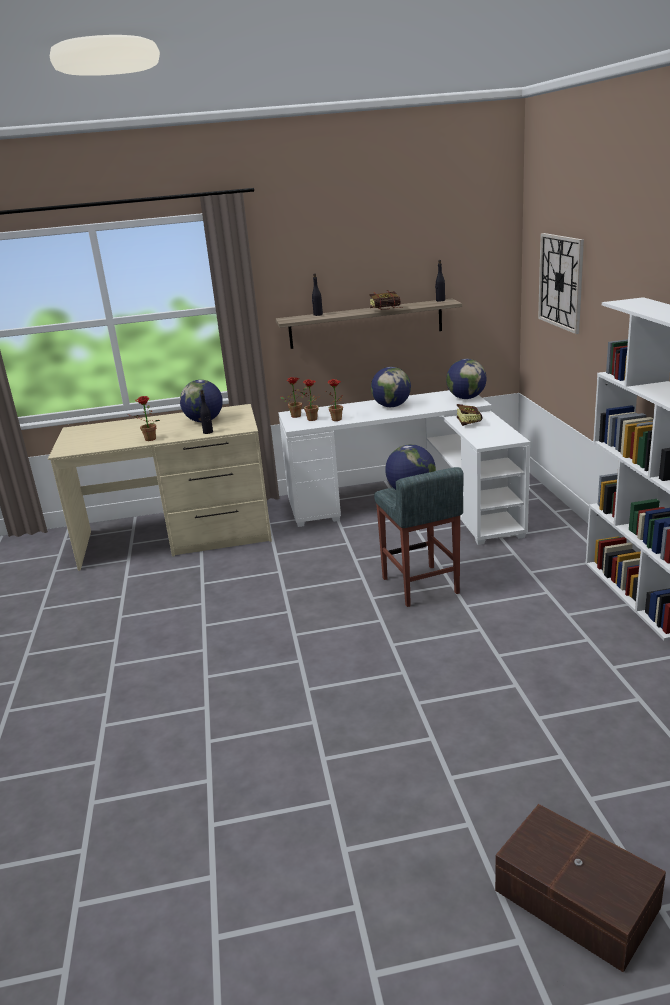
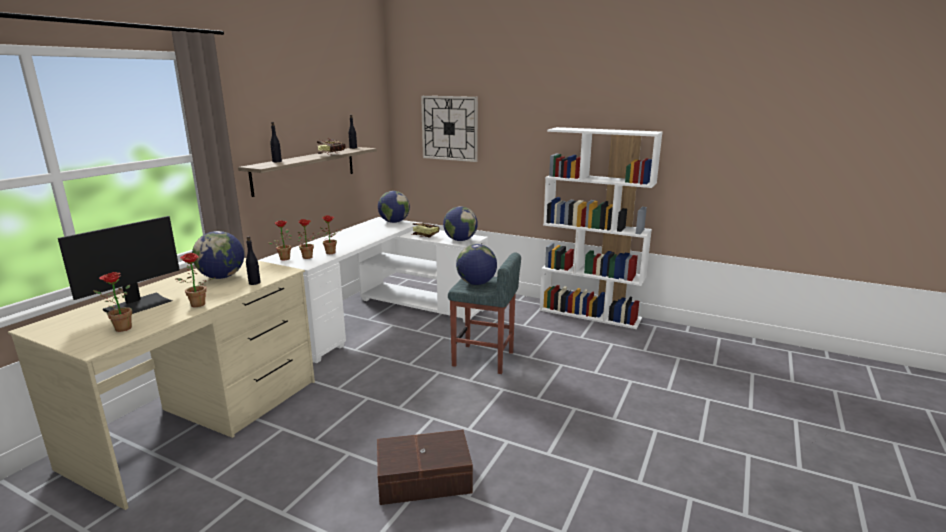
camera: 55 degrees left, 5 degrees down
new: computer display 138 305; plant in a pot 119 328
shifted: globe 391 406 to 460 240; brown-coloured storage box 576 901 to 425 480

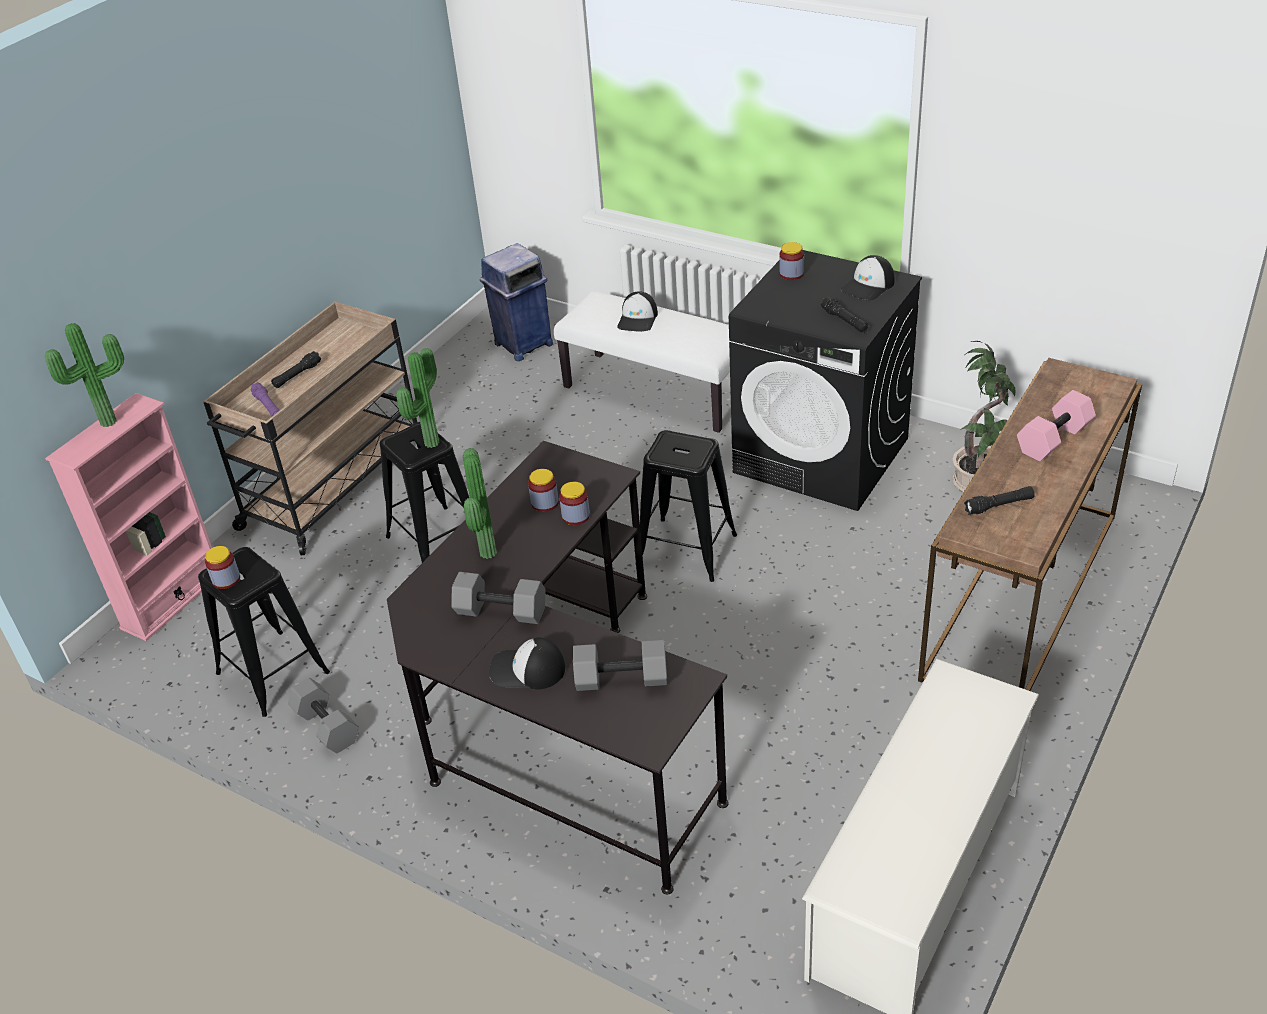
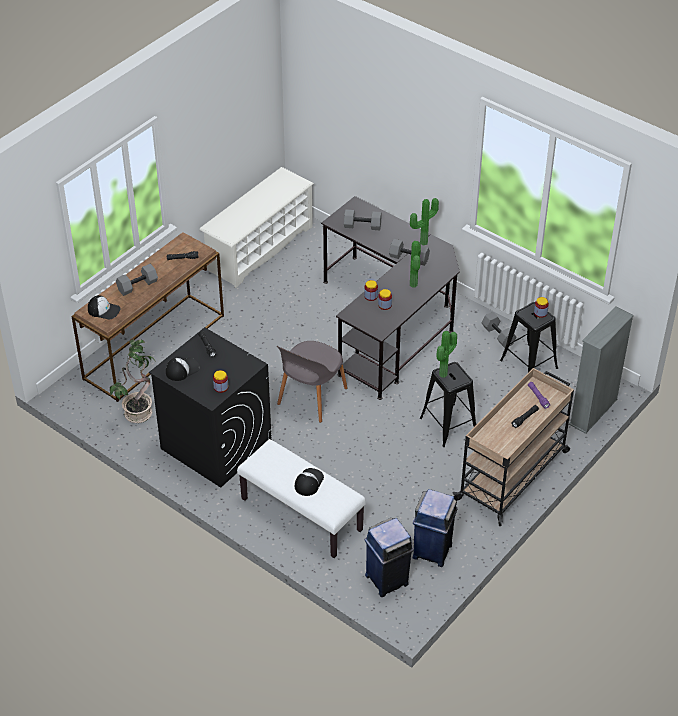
camera: 175 degrees left, 5 degrees up
new: blue trash can 432 550
shifted: plant in a pot 110 423 to 422 242; peaked cap 527 670 to 104 310
swapped: black-coloured sitting stool 686 549 to greyish upright chair 311 397
repainted: pink-coloured dumbbell 1054 440 to greyish dumbbell 137 285; pink-coloured bookshelf 172 600 to greyish bookshelf 593 412

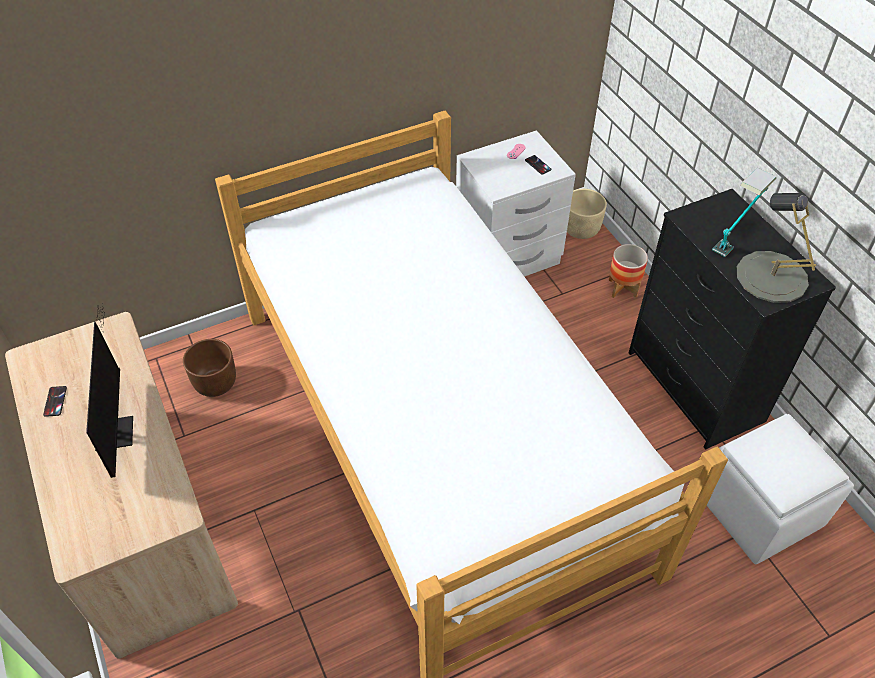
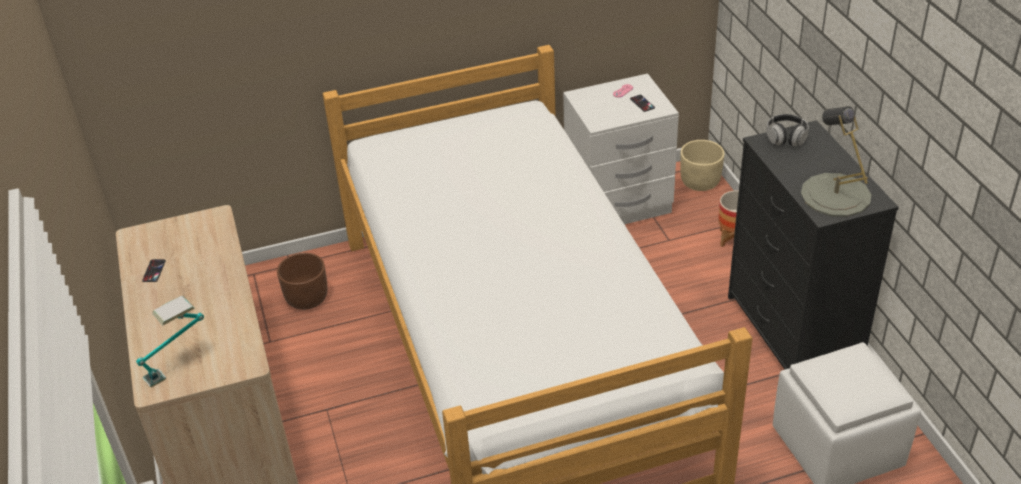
camera: 10 degrees right, 10 degrees down
gone: computer display 116 427
new: headphones 786 138
shifted: table lamp 735 236 to 179 366

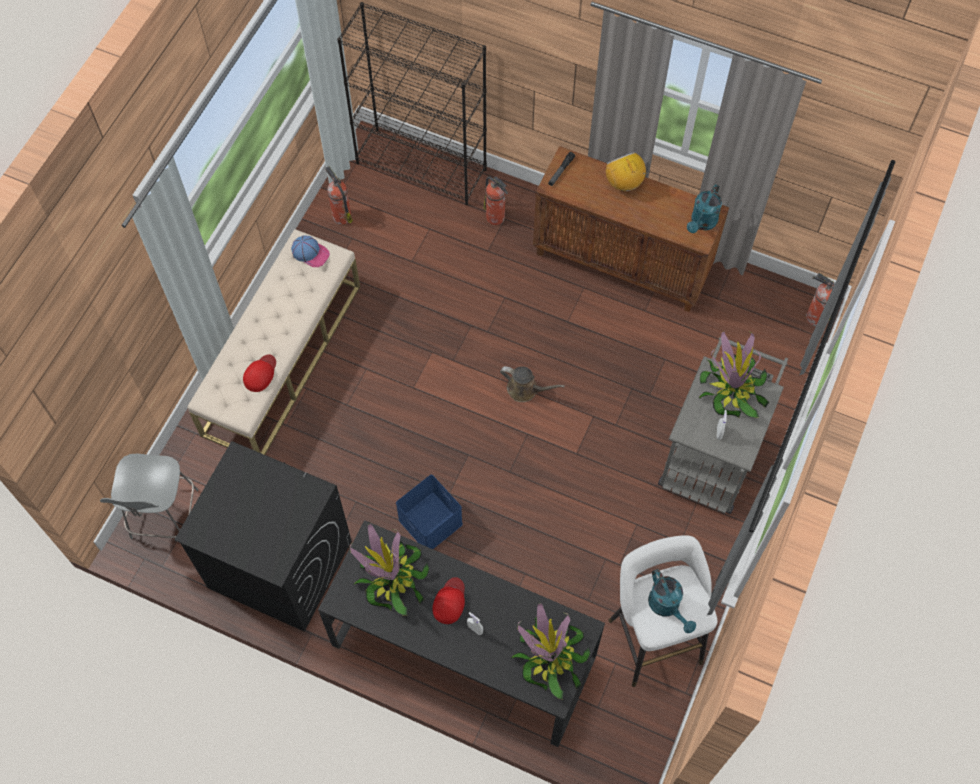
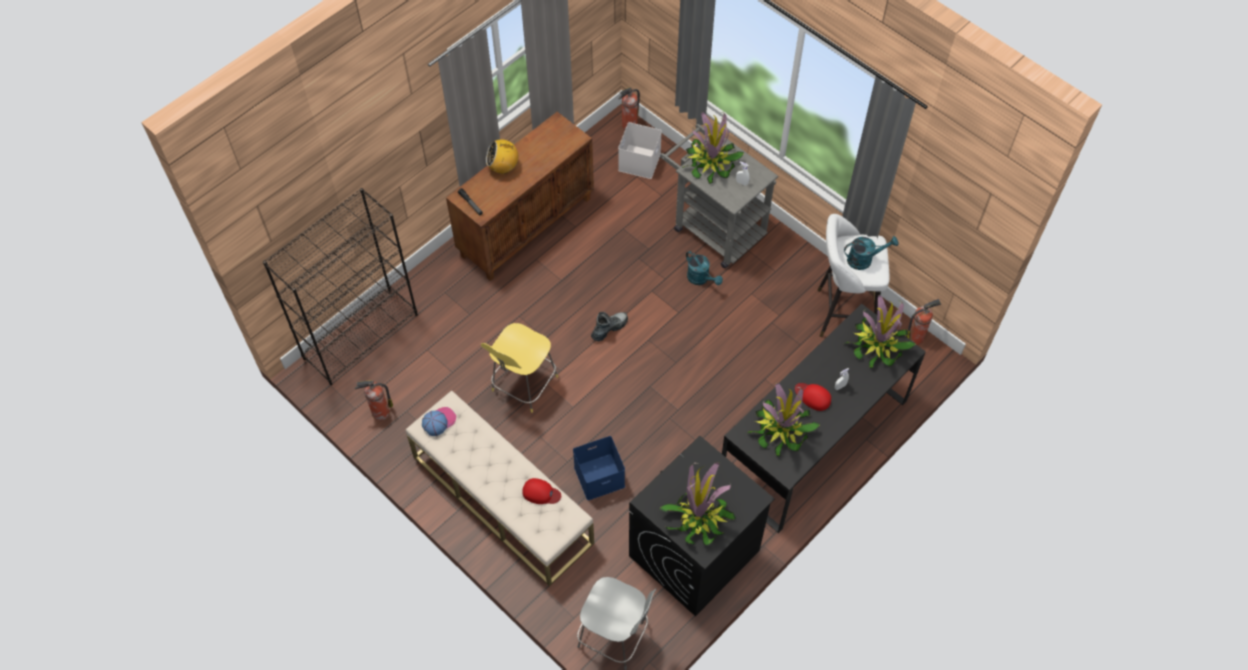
camera: 70 degrees left, 5 degrees down
new: whitish storage box 640 162; yellow-coloured sitting stool 523 385; plant in a pot 699 518
shifted: fire-fighting cylinder 496 218 to 916 337; turquoise-coloured watering can 702 223 to 701 279; blue storage box 429 522 to 598 478
swapped: brown-coloured watering can 525 389 to tall boot 609 328
rotated: red-coloured peaked cap 260 374 = 541 493 150 degrees clockwise

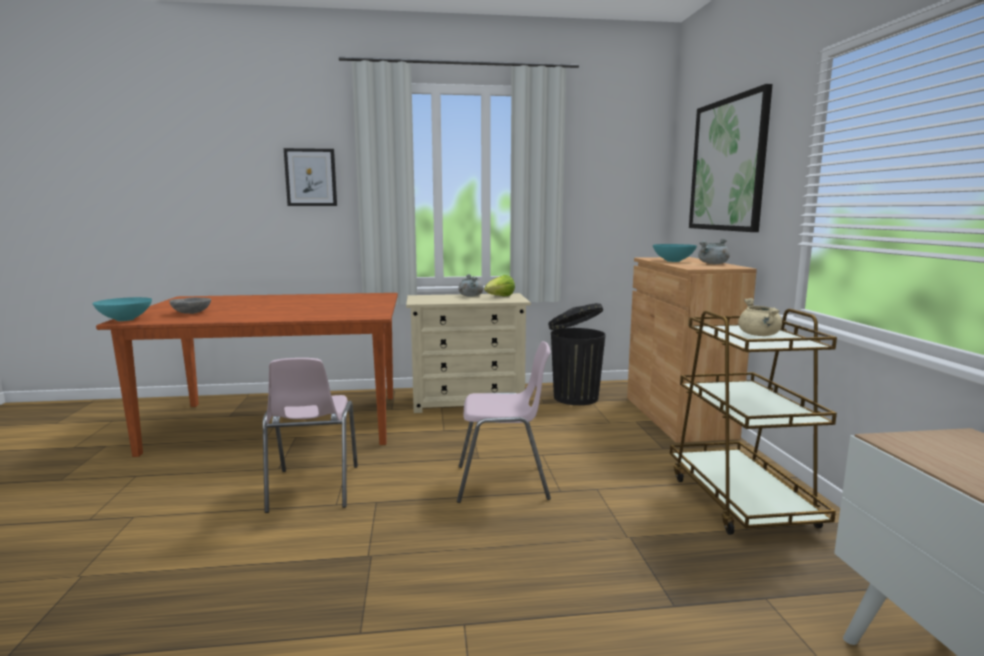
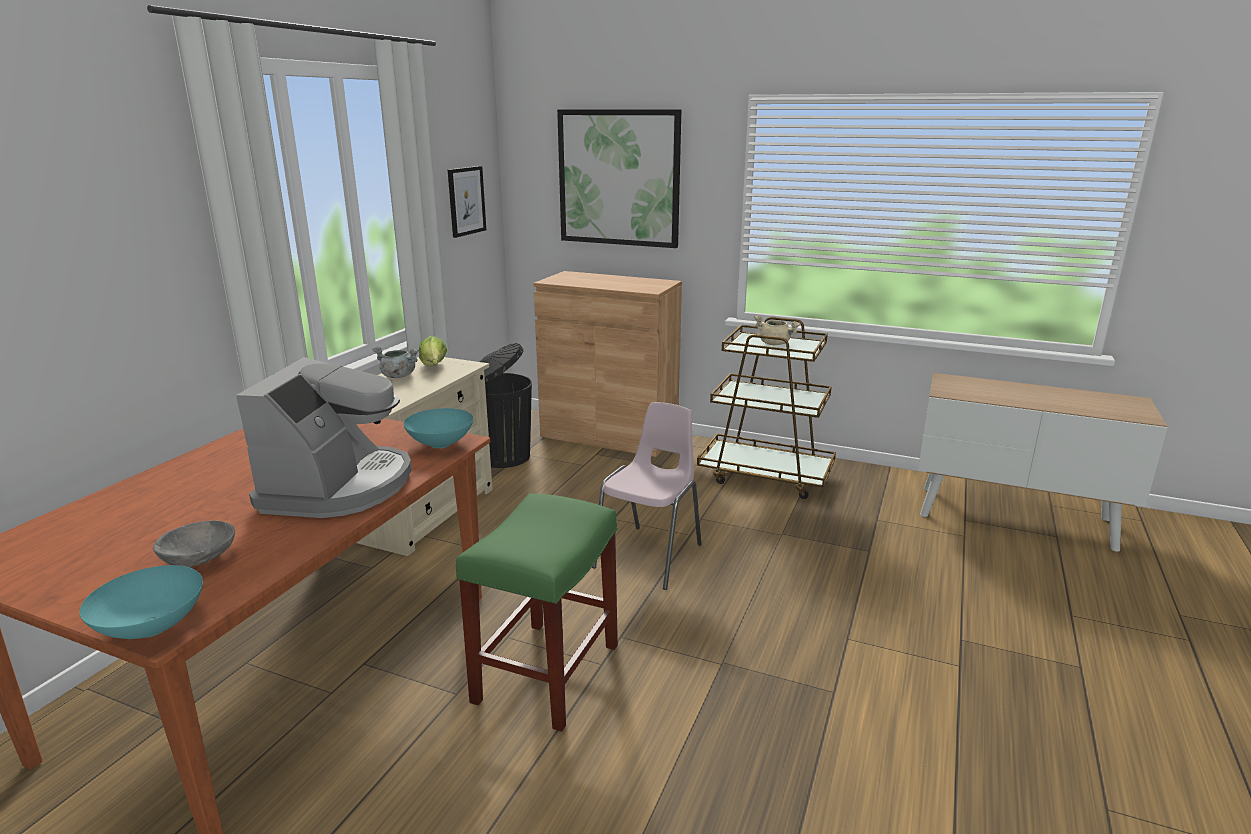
camera: 60 degrees left, 10 degrees up
gone: greyish saucepot 713 264
new: coffee machine 339 487
shifted: picture 311 177 to 466 201; turquoise-coloured deep dish 672 261 to 439 444
swapped: pink-coloured upright chair 312 489 to greenish sitting stool 546 674

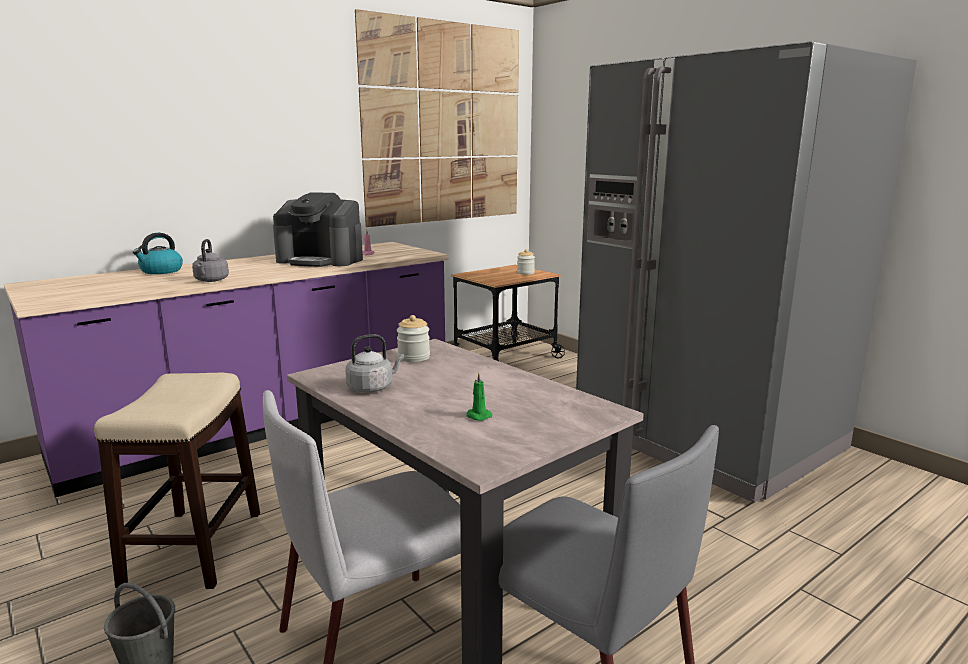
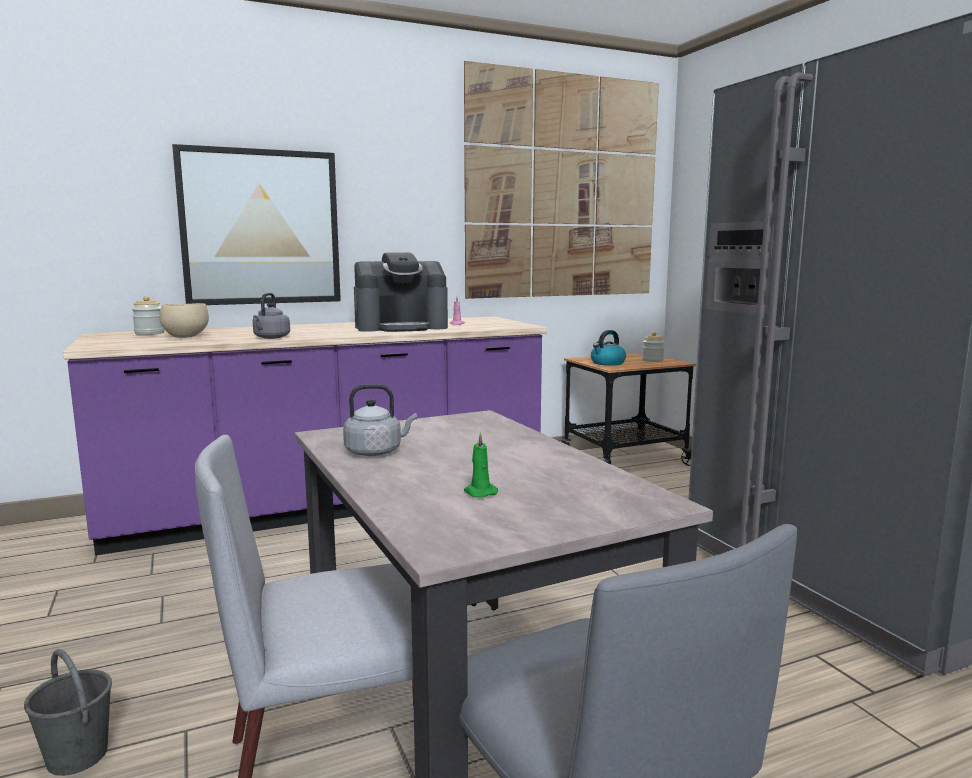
camera: 15 degrees right, 5 degrees down
gone: sitting stool 194 547
new: picture 261 227; beige deep dish 185 337
shifted: tea kettle 161 271 to 607 363; storage jar 413 357 to 149 333
rotated: coffee machine 321 260 = 401 327 45 degrees counterclockwise

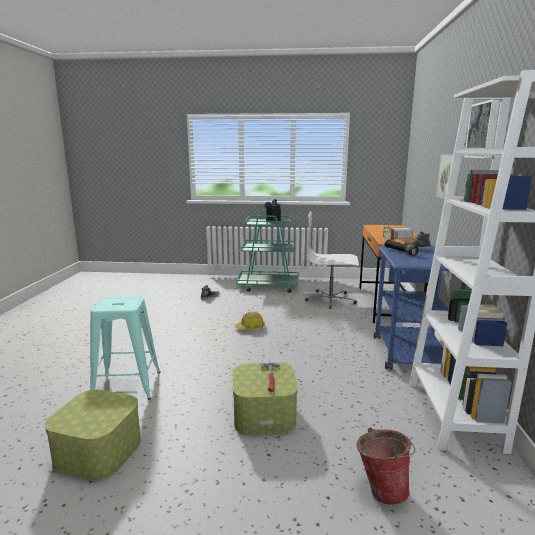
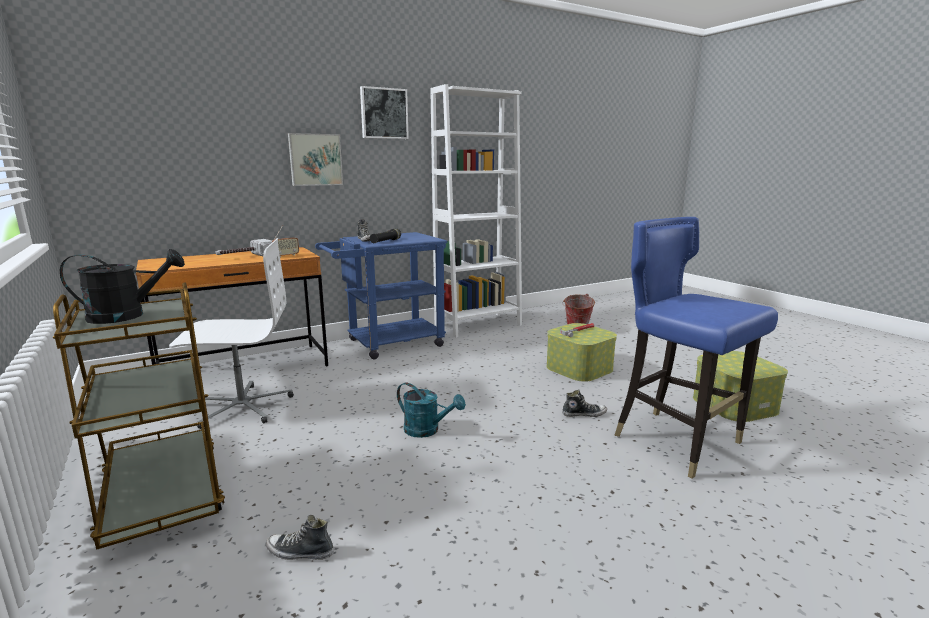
camera: 125 degrees left, 0 degrees up
new: item of footwear 584 414
swapped: turquoise-coloured sitting stool 127 386 to blue upright chair 678 442; safety helmet 250 327 to turquoise-coloured watering can 427 430
repainted: turquoise-coloured cart 268 286 to brown-coloured cart 163 495
rotated: whitish computer chair 330 300 = 242 406 75 degrees counterclockwise

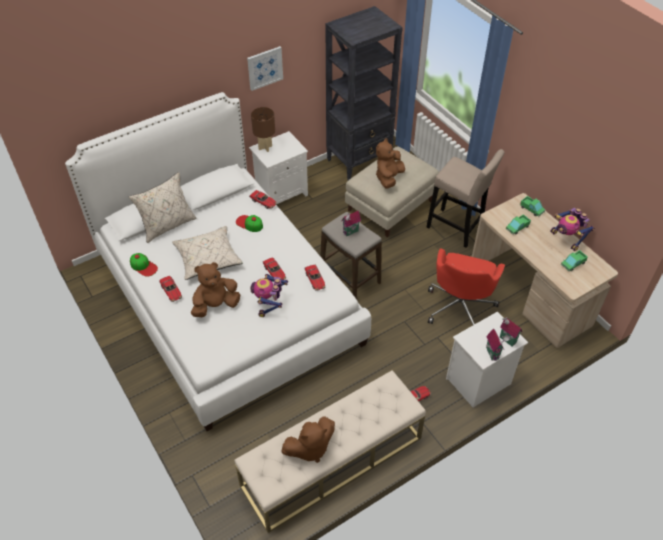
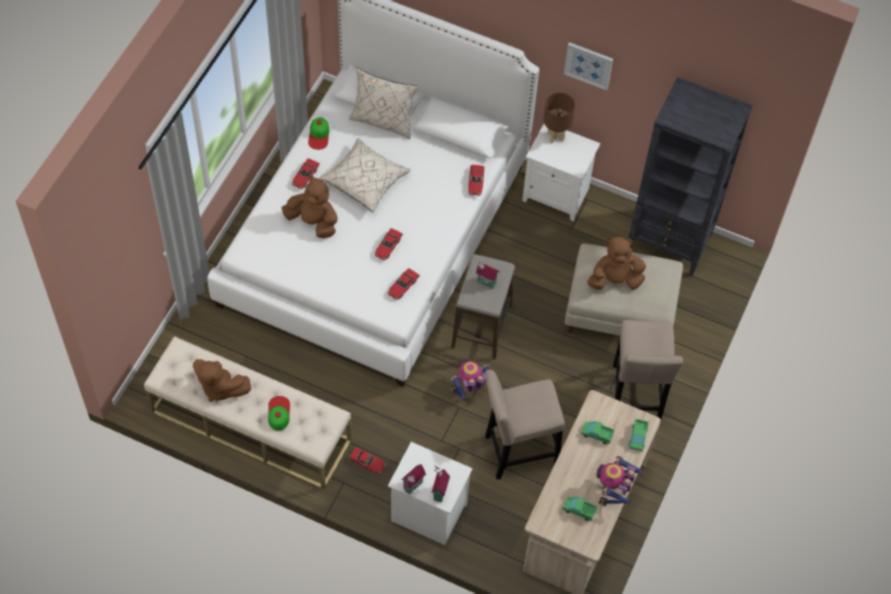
camera: 55 degrees right, 10 degrees up
shifted: peaked cap 249 223 to 278 413; toy robot 270 304 to 470 389
swapped: red-coloured computer chair 460 306 to beige sitting stool 517 452

